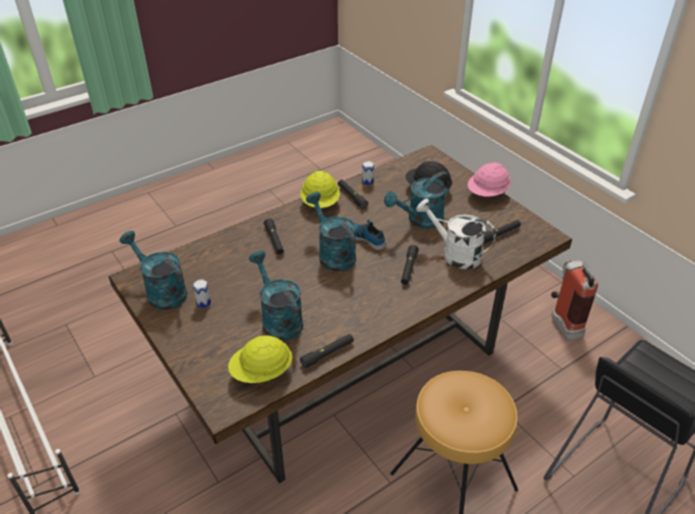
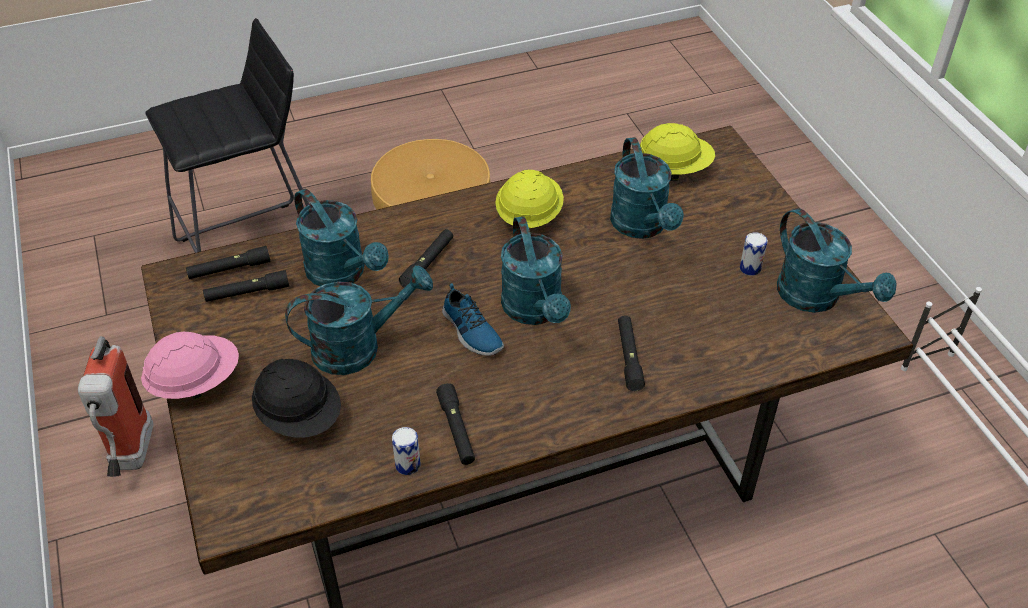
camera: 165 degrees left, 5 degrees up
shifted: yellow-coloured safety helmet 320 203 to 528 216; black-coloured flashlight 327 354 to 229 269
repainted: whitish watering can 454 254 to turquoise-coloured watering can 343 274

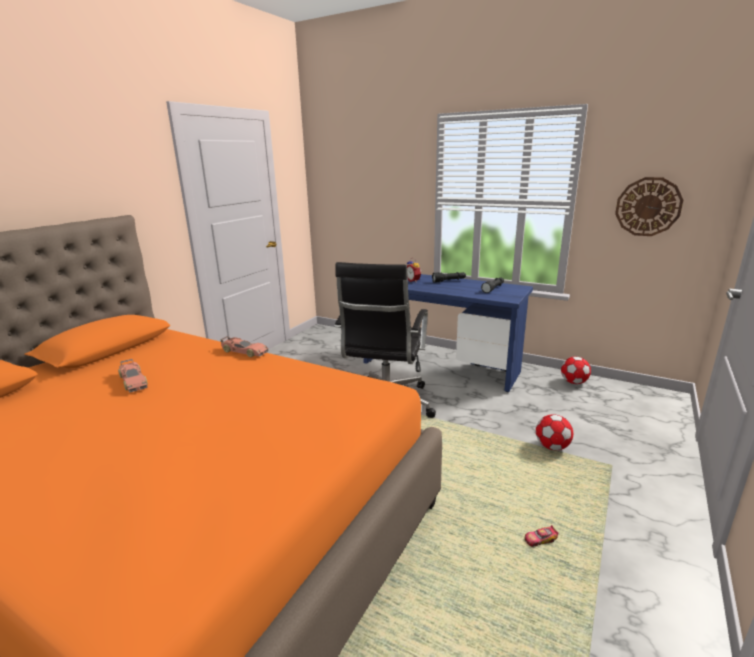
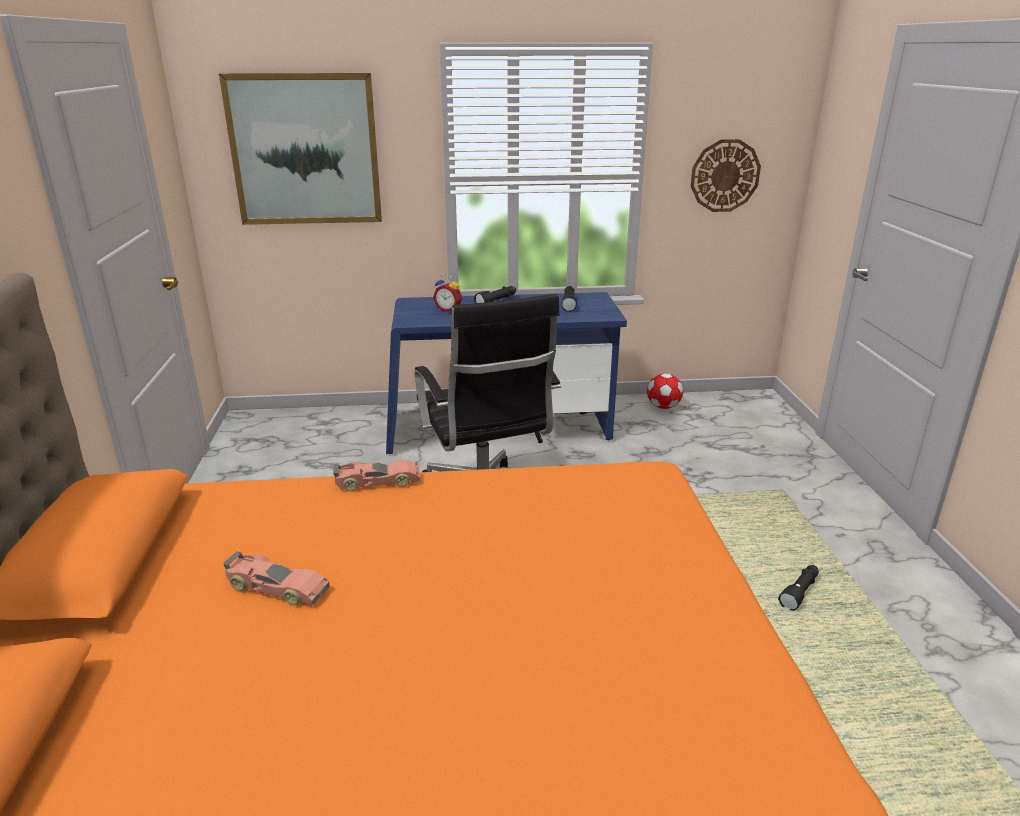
camera: 35 degrees left, 5 degrees up
gone: ball for football 552 447
new: picture 305 150
swapped: toy car 540 540 to black-coloured flashlight 799 592

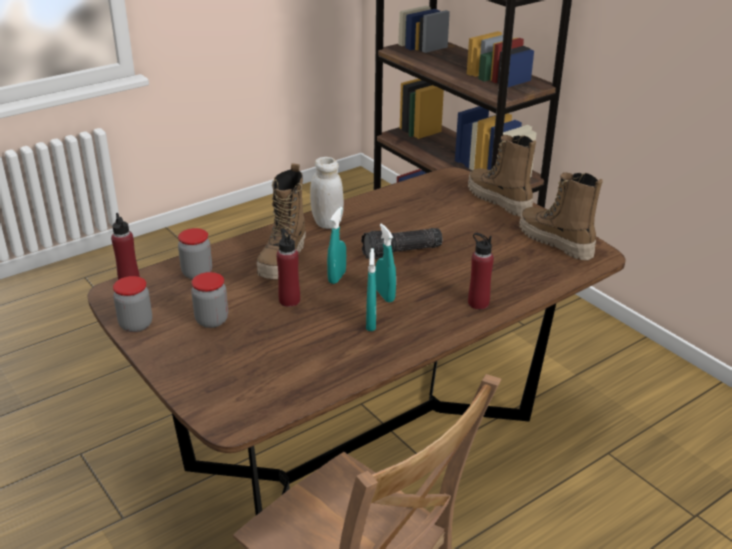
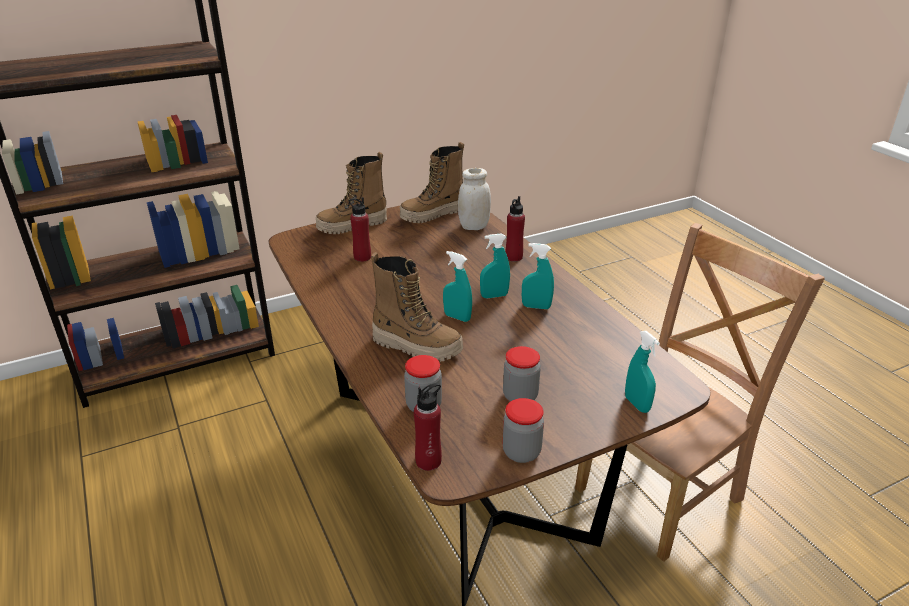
camera: 80 degrees left, 0 degrees up
gone: flashlight 401 252
new: turquoise-coloured spray bottle 637 404
shifted: whitish storage jar 327 223 to 474 226; red-coloured beverage bottle 289 300 to 362 257

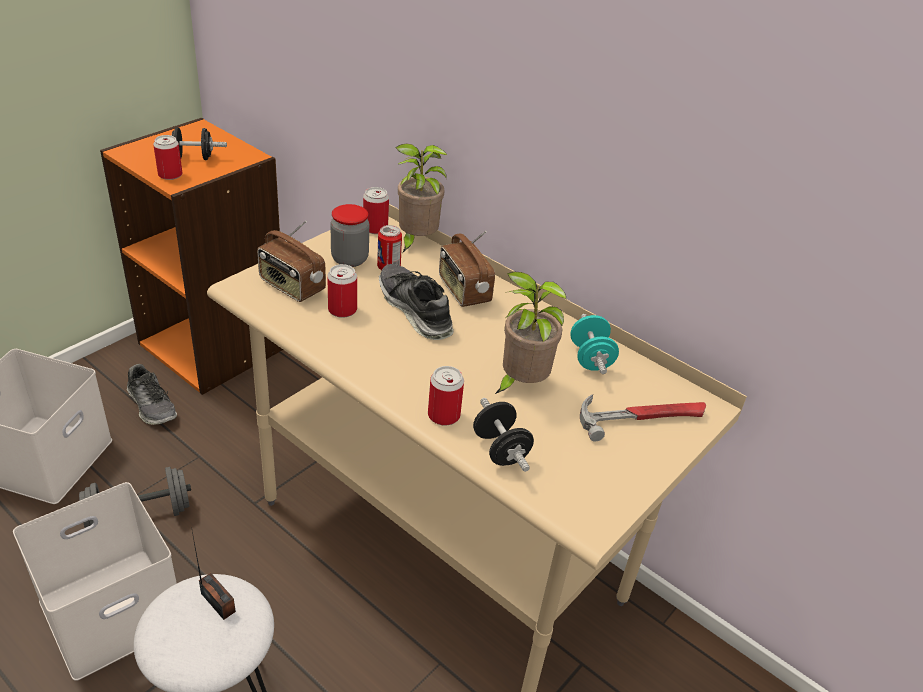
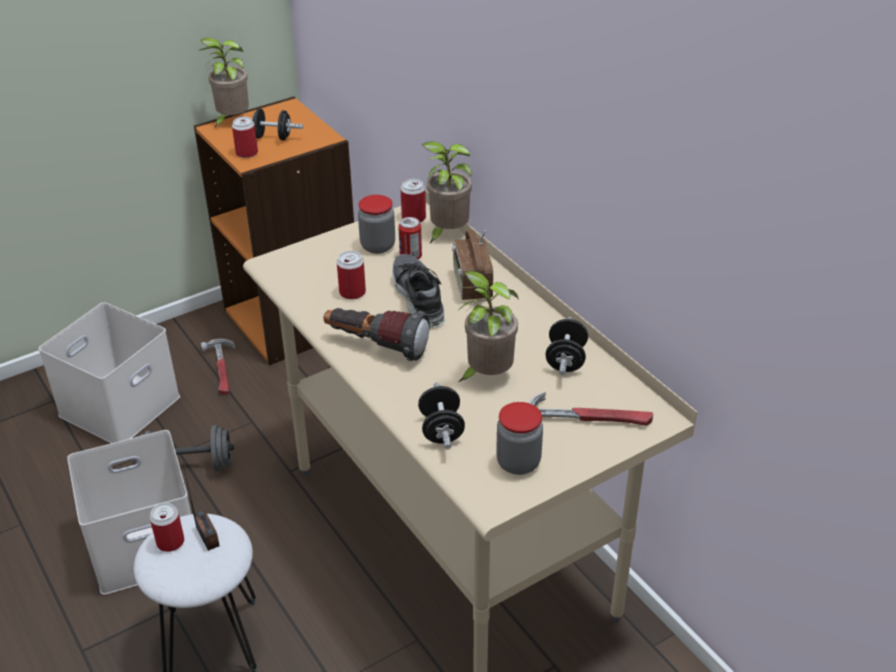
camera: 20 degrees right, 0 degrees up
gone: radio receiver 291 287
new: plant in a pot 231 121; flashlight 376 346; storage jar 518 462
shifted: metal can 443 415 to 170 542
swapped: item of footwear 152 405 to tool hammer 222 370
repainted: turquoise-coloured dumbbell 590 358 to black-coloured dumbbell 565 360

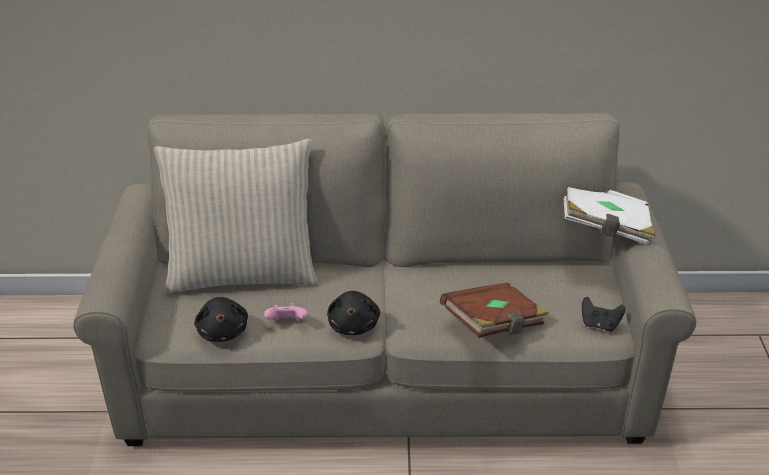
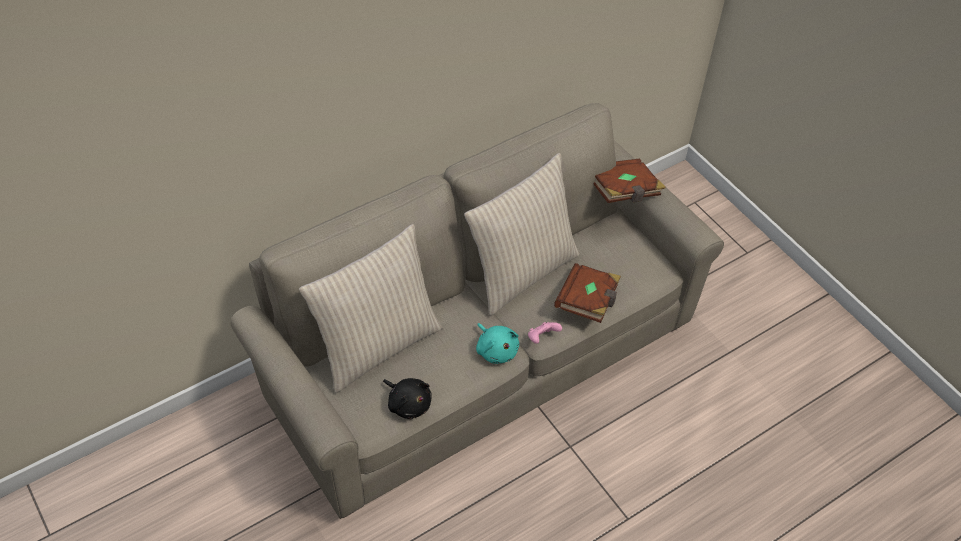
camera: 35 degrees left, 15 degrees up
gone: black-coloured gamepad 599 325
new: beige throw pillow 521 272
shifted: pink-coloured gamepad 287 323 to 542 338
repainted: whitish bound book 605 227 to brown-coloured bound book 623 191; black-coloured plush toy 354 325 to turquoise-coloured plush toy 496 350

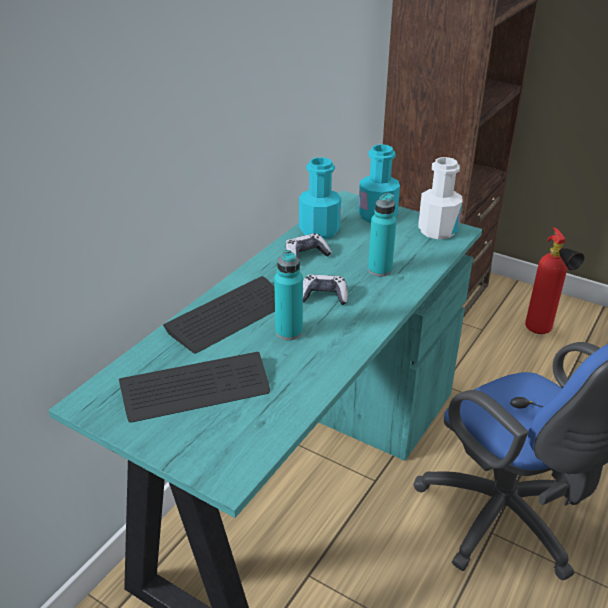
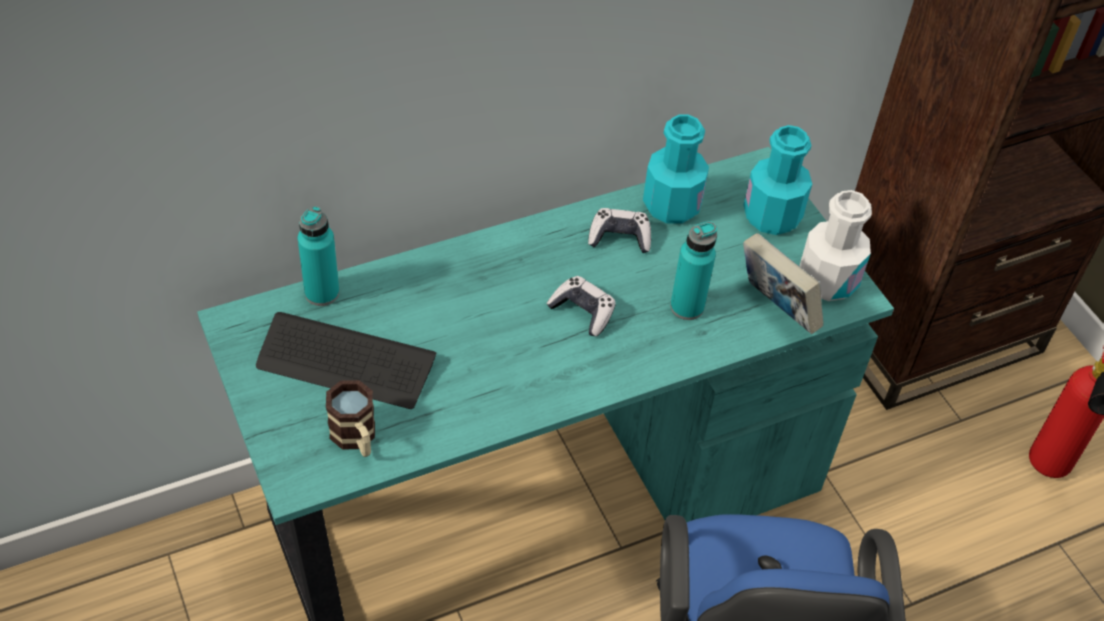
camera: 30 degrees right, 15 degrees up
gone: keyboard 229 316
new: bound book 776 309; coffee mug 356 439
shifted: turquoise-coloured beverage bottle 289 332 to 322 293

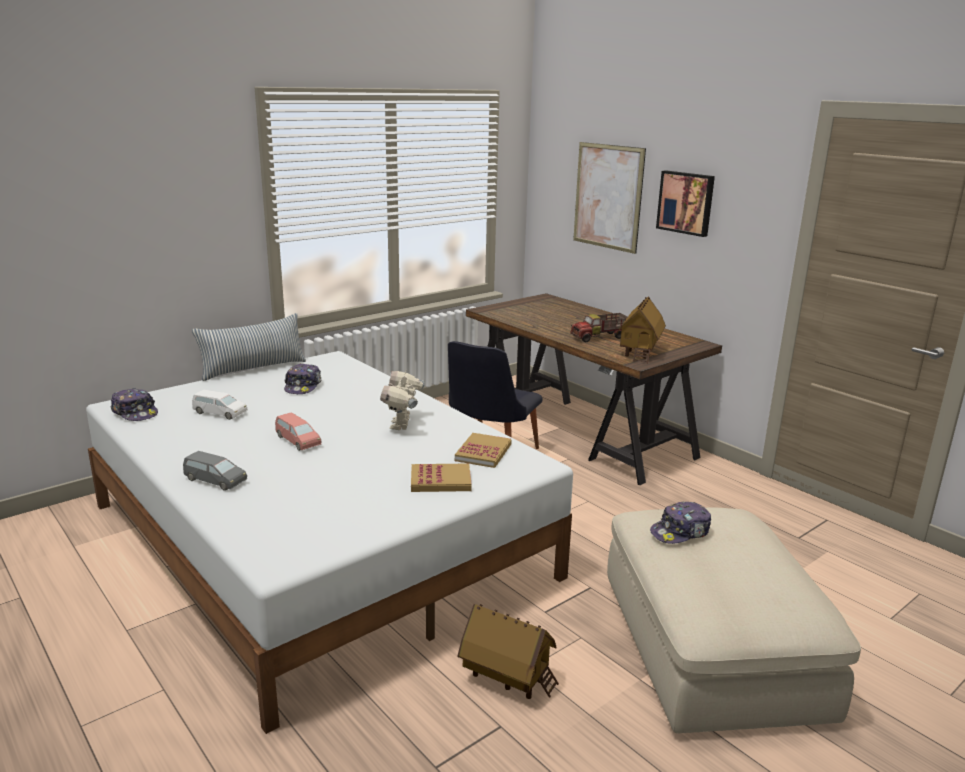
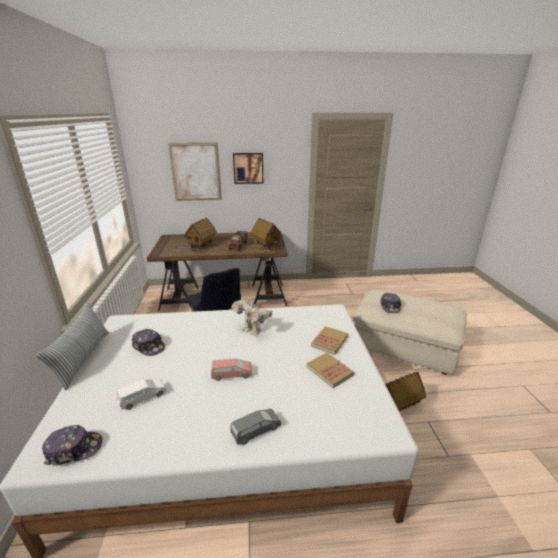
camera: 55 degrees left, 5 degrees up
new: miniature house 201 245
shifted: bound book 483 452 to 329 371

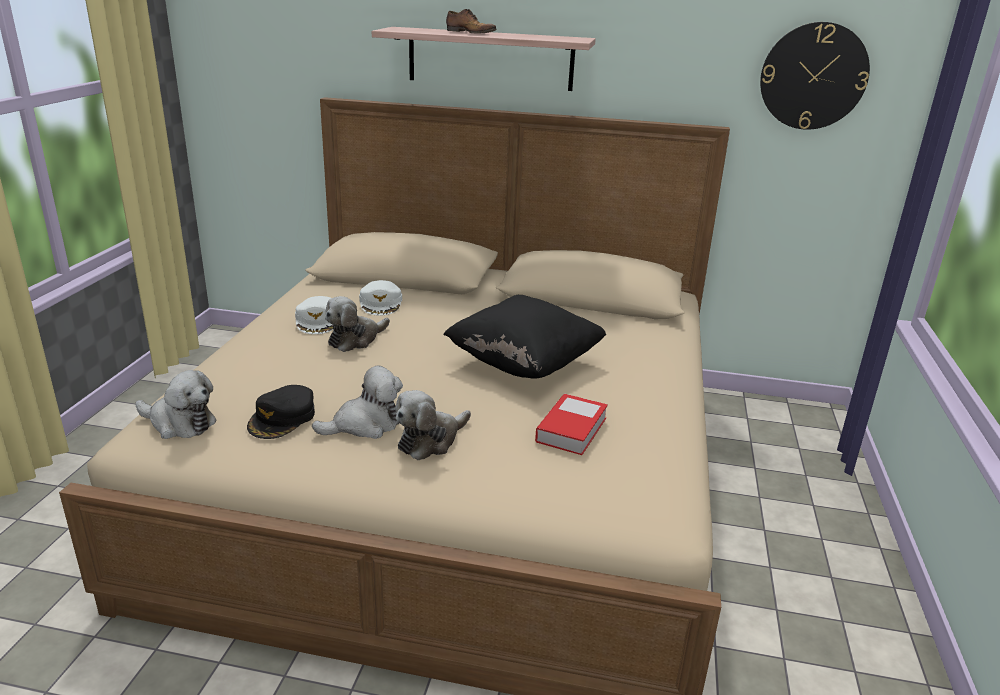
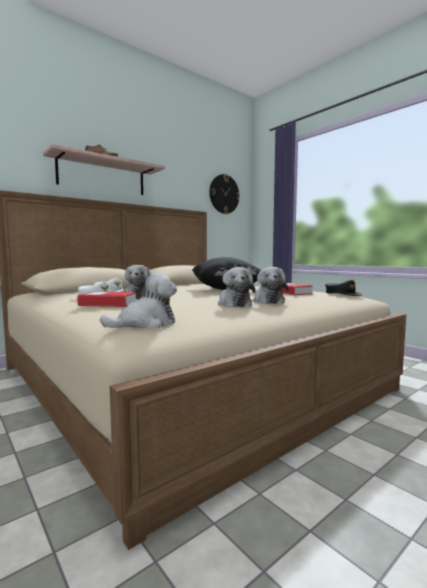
camera: 50 degrees left, 20 degrees down
new: bound book 108 304
shifted: black-coloured peaked cap 282 418 to 342 293
rotated: plush toy 365 425 = 234 304 150 degrees clockwise

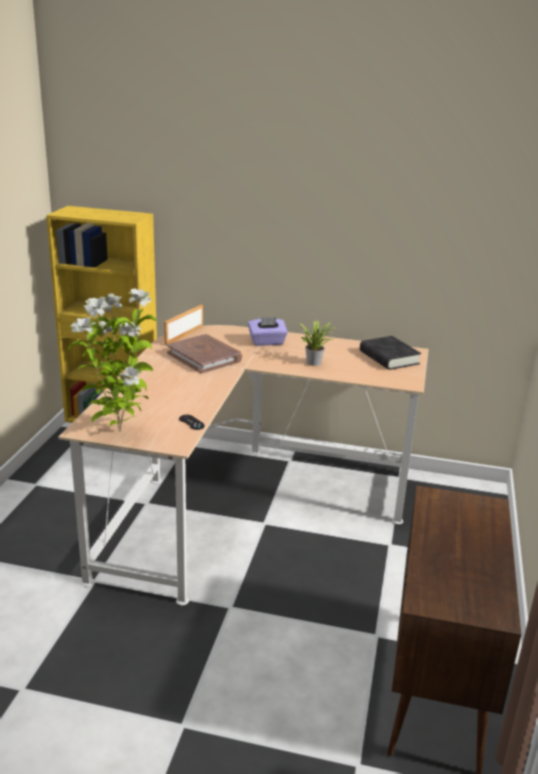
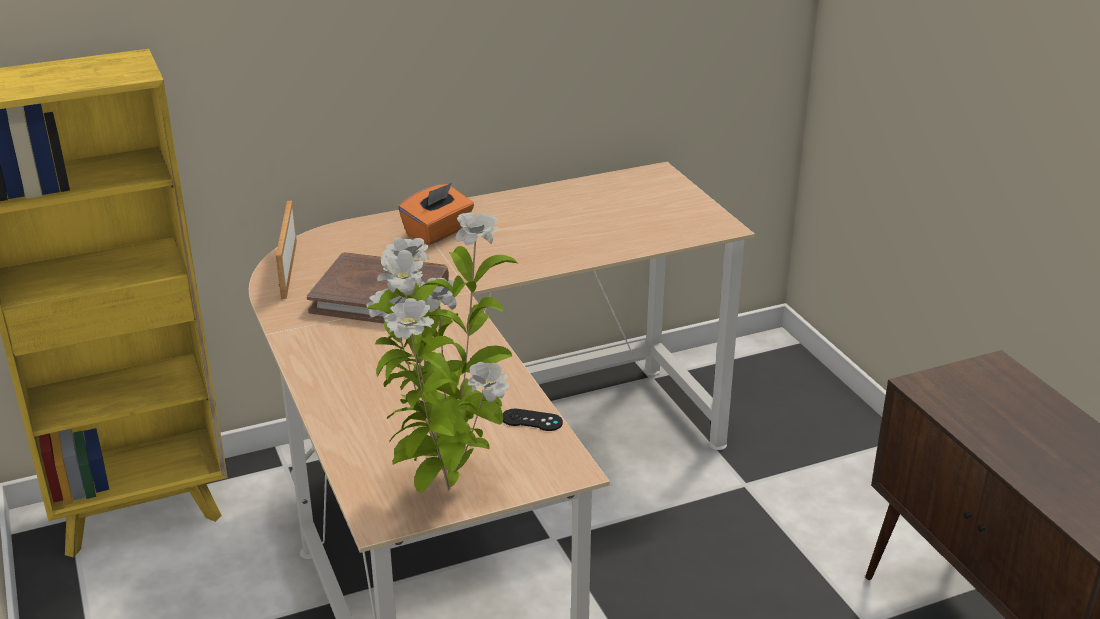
camera: 35 degrees left, 5 degrees up
gone: plant in a pot 315 362; black-coloured bound book 389 358
repainted: purple tissue box 267 342 to orange tissue box 438 232

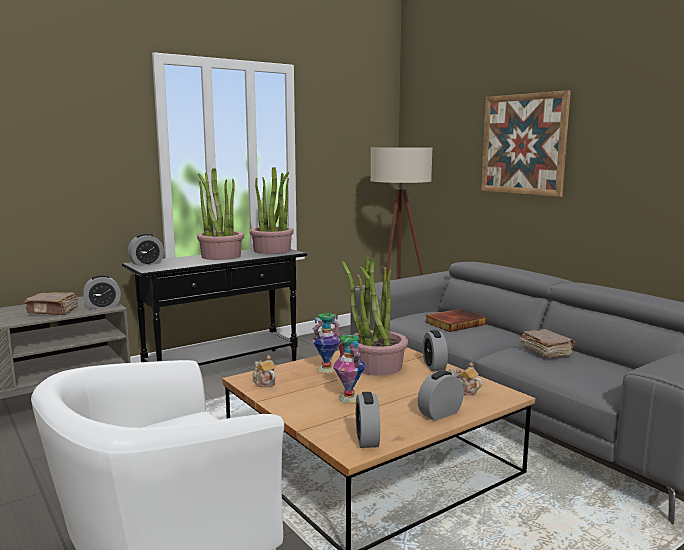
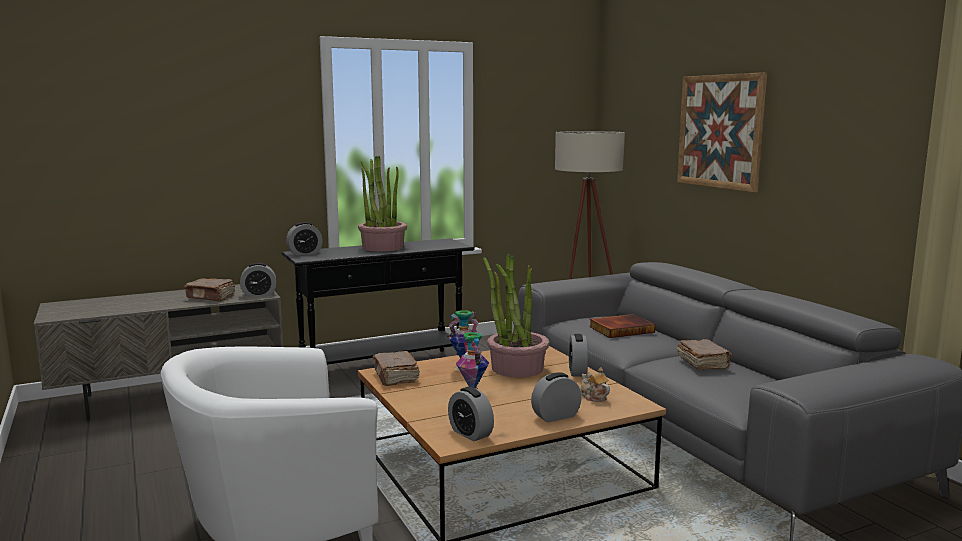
camera: 10 degrees right, 0 degrees up
gone: plant in a pot 272 250
swapped: teapot 264 383 to brown-coloured bound book 395 377
rotated: alarm clock 367 439 = 470 433 45 degrees counterclockwise

